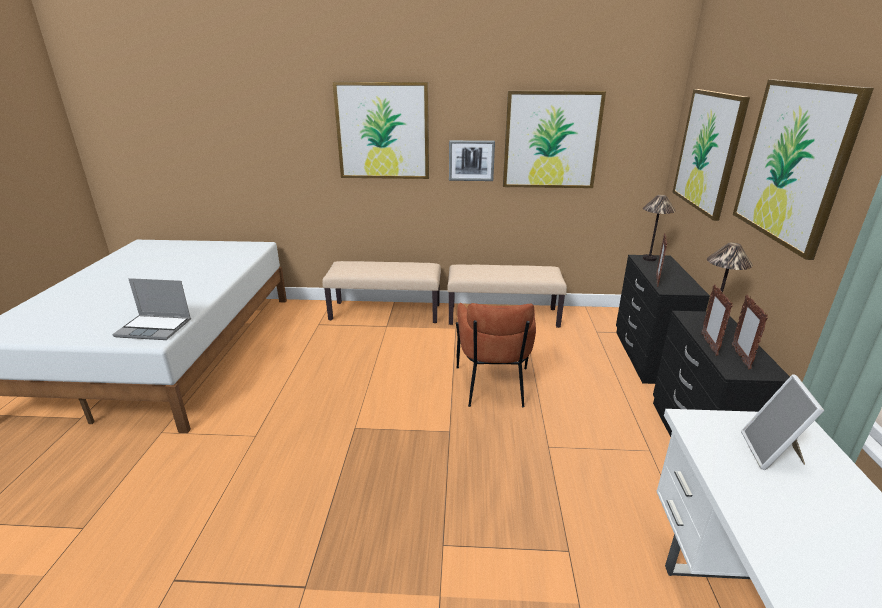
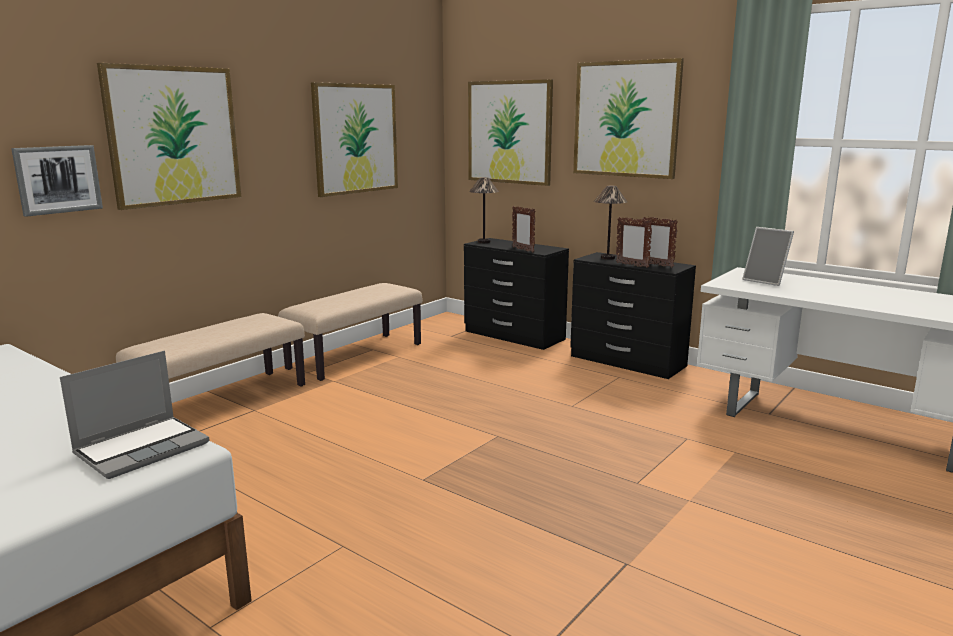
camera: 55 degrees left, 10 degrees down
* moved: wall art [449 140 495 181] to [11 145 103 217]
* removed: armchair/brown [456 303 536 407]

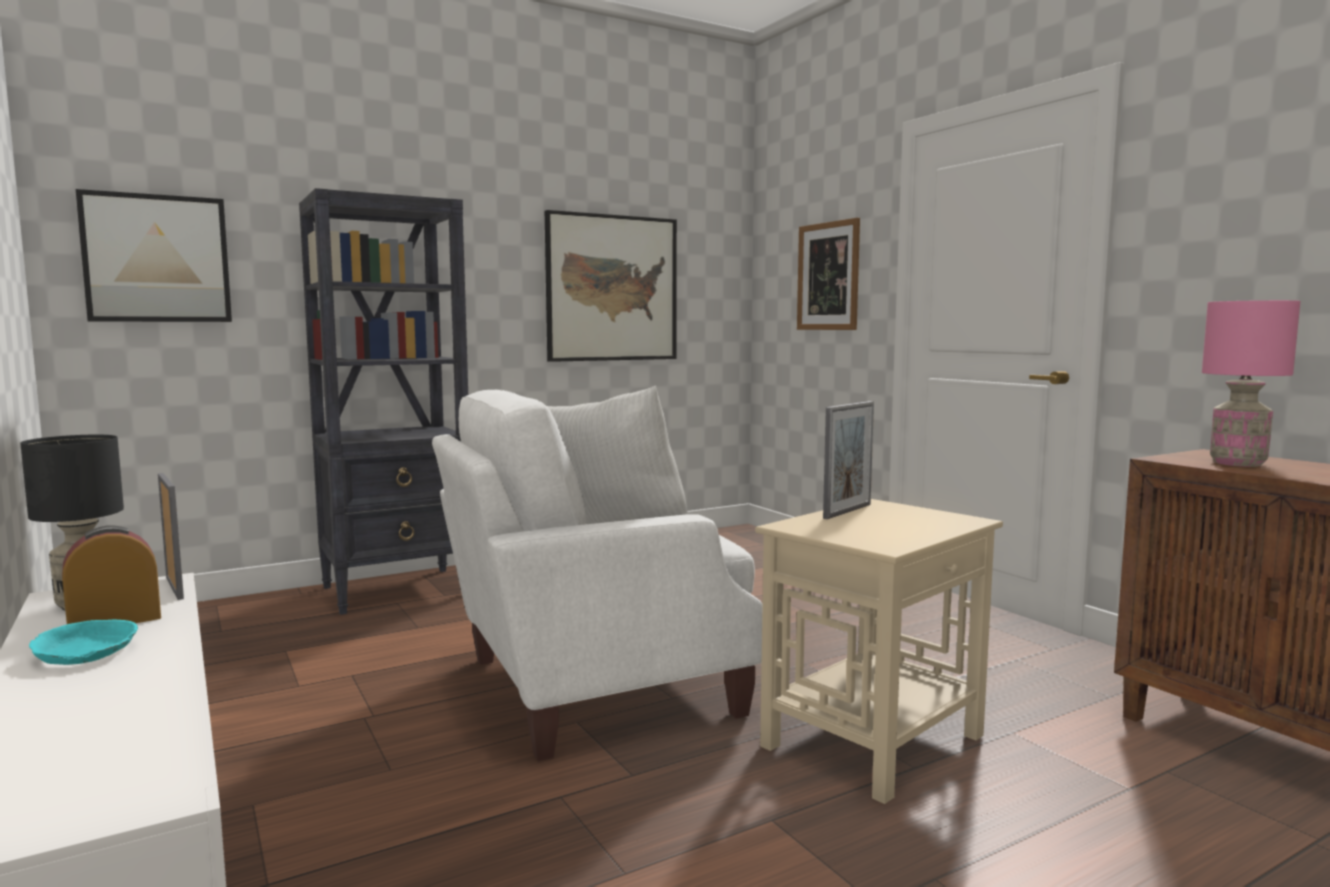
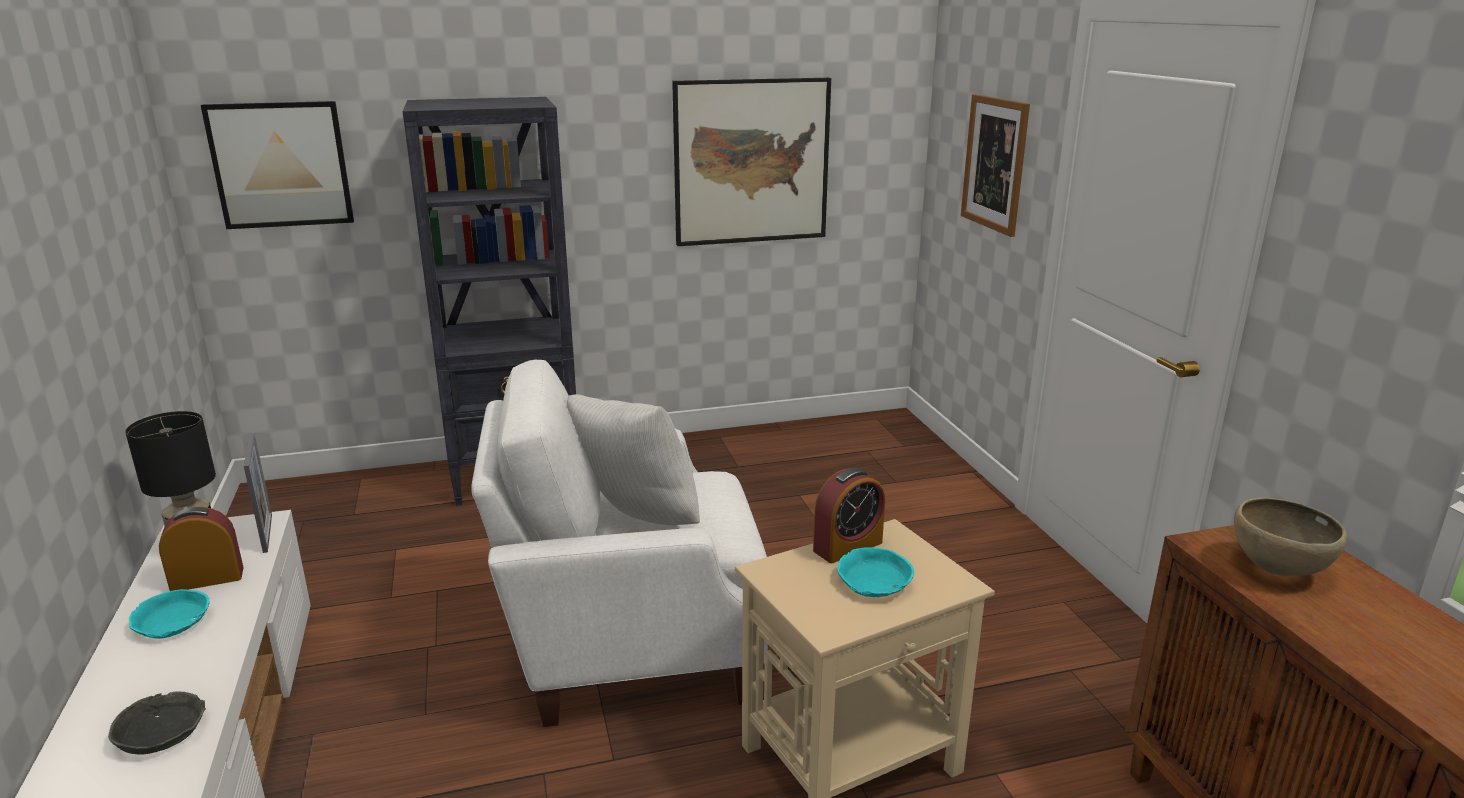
camera: 15 degrees right, 15 degrees up
* replaced: picture frame [823 401 874 519] to alarm clock [813 468 885 563]
* replaced: table lamp/pink-coloured [1202 300 1300 467] to deep dish/brown [1234 497 1347 577]
* added: deep dish/grey [108 691 206 754]
* added: deep dish/blue-green [837 547 914 597]

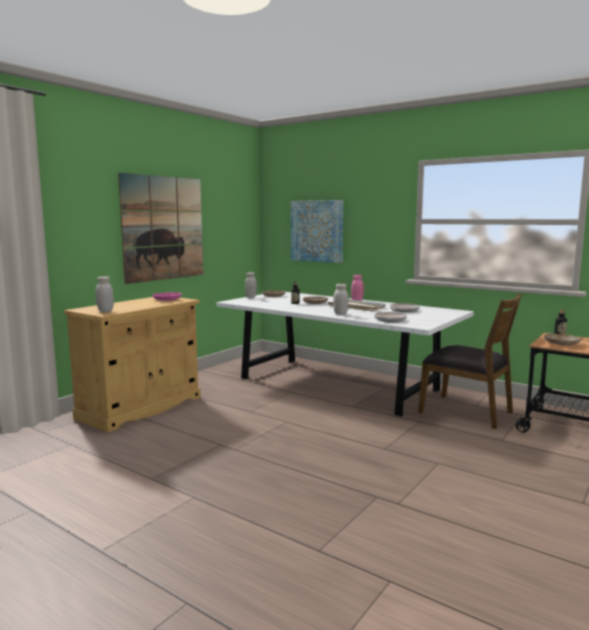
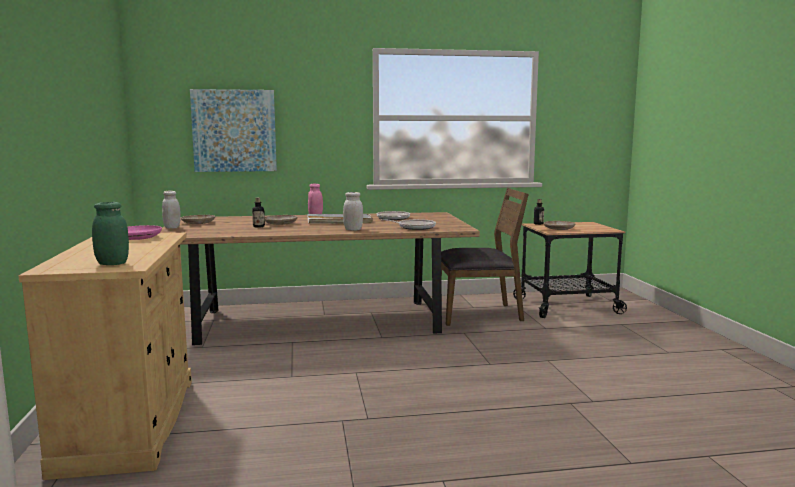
camera: 45 degrees left, 0 degrees up
* recoloured: storage jar/white-coloured [95 276 114 312] to storage jar/greenish [92 202 129 265]
* removed: wall art [118 173 203 284]
* recoloured: dining table/white-coloured [217 292 474 416] to dining table/brown [160 212 480 345]

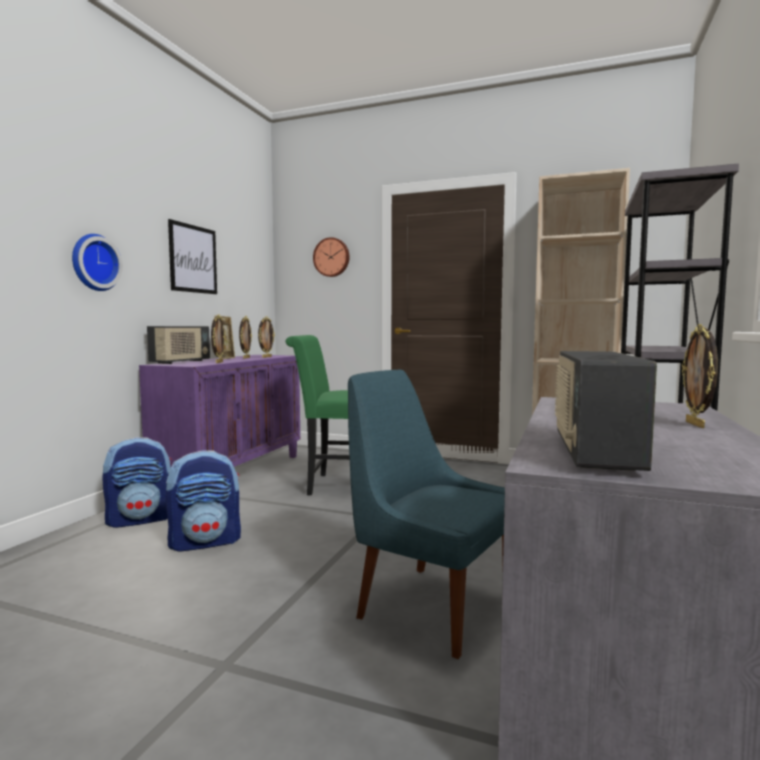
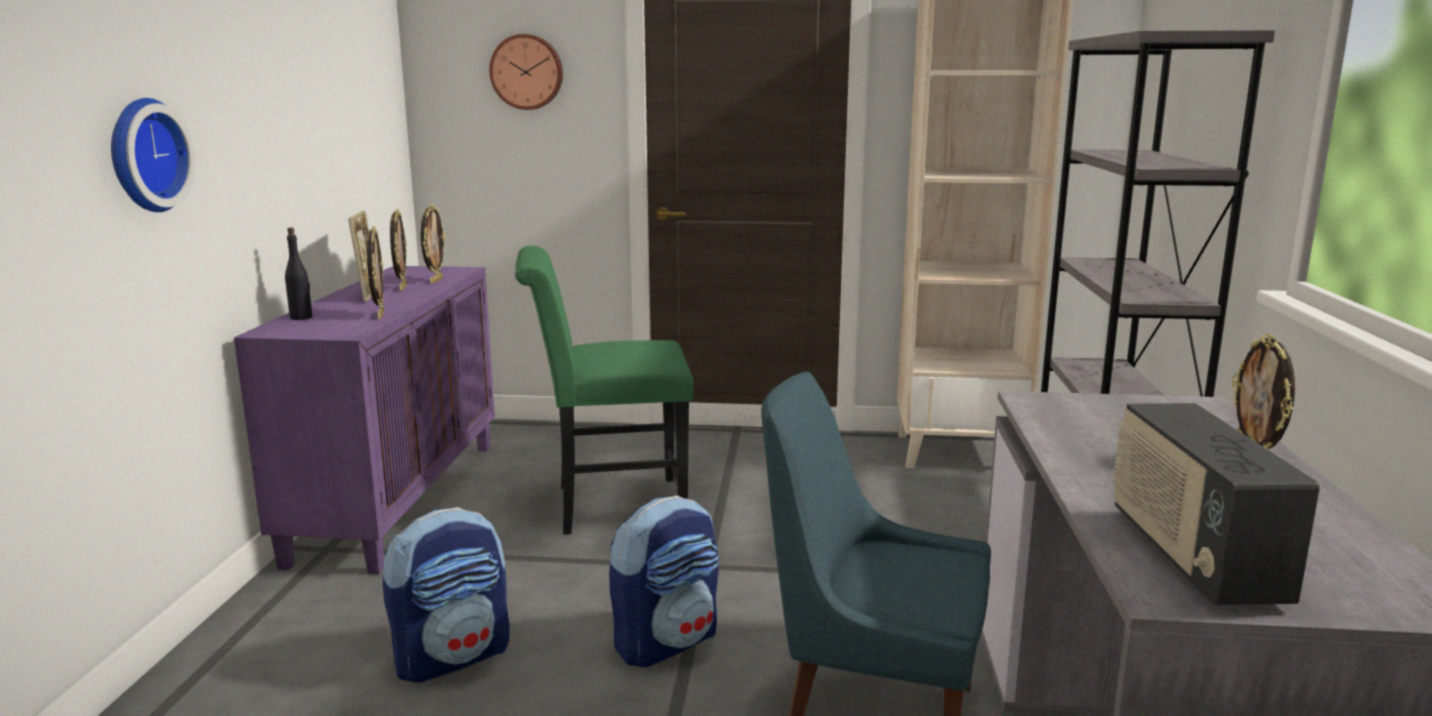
camera: 15 degrees left, 10 degrees up
* moved: rucksack [102 437 172 528] to [609 495 719 667]
* replaced: radio set [147 326 210 364] to bottle/black-coloured [285 227 312 320]
* removed: wall art [168 219 217 294]

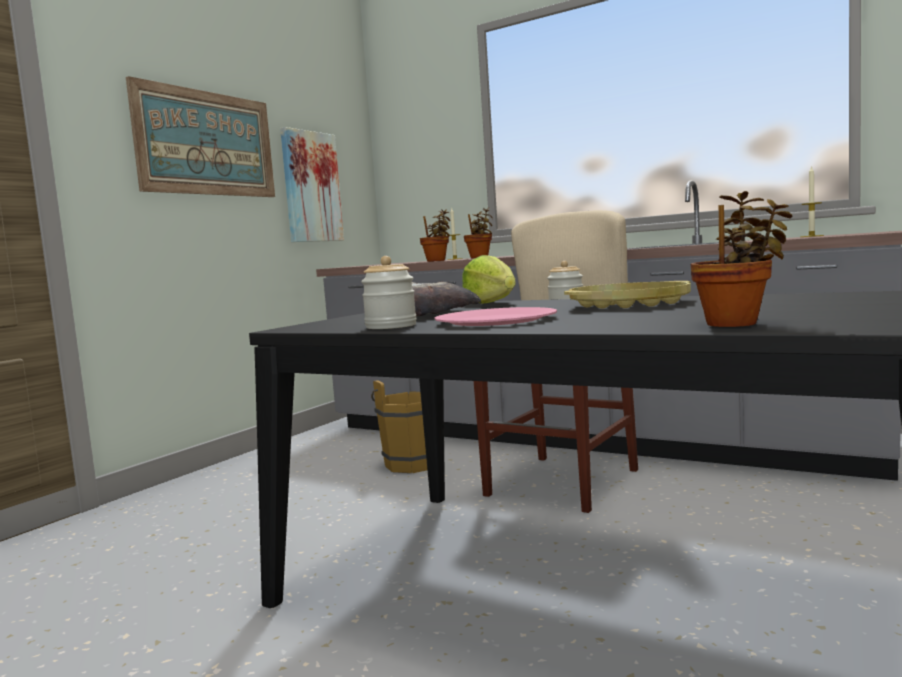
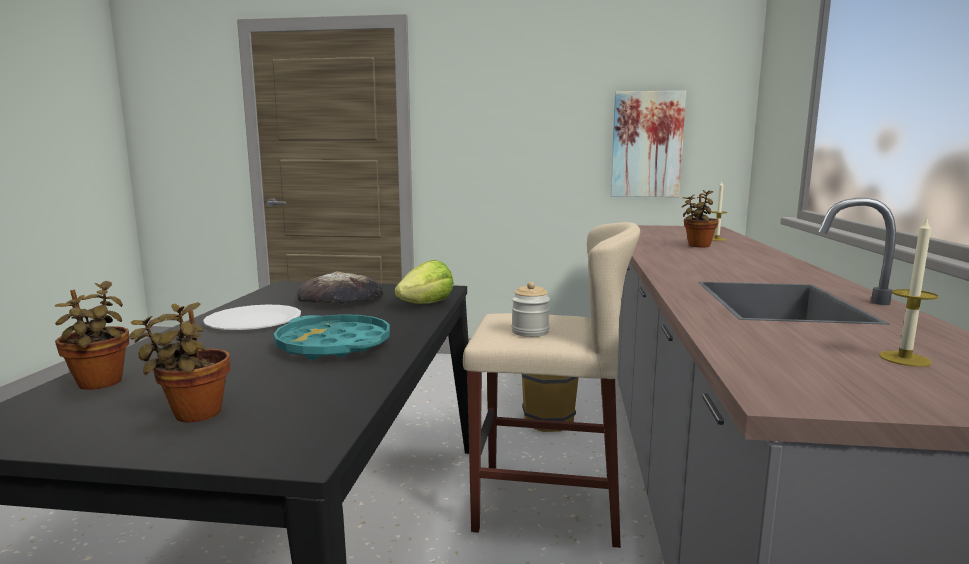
camera: 65 degrees right, 5 degrees up
* removed: wall art [126 76 275 197]
* removed: storage jar [361 256 417 329]
* moved: plant in a pot [420 209 450 262] to [129 302 230 422]
* recoloured: plate/pink-coloured [434 307 557 326] to plate/white-coloured [203 305 301 330]
* recoloured: carrying tray/yellowish [564 281 691 309] to carrying tray/blue-green [274 314 390 360]

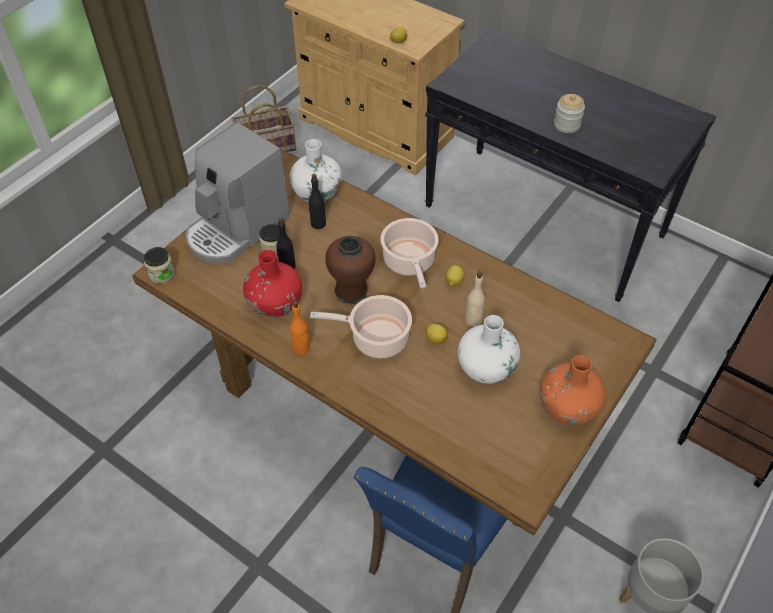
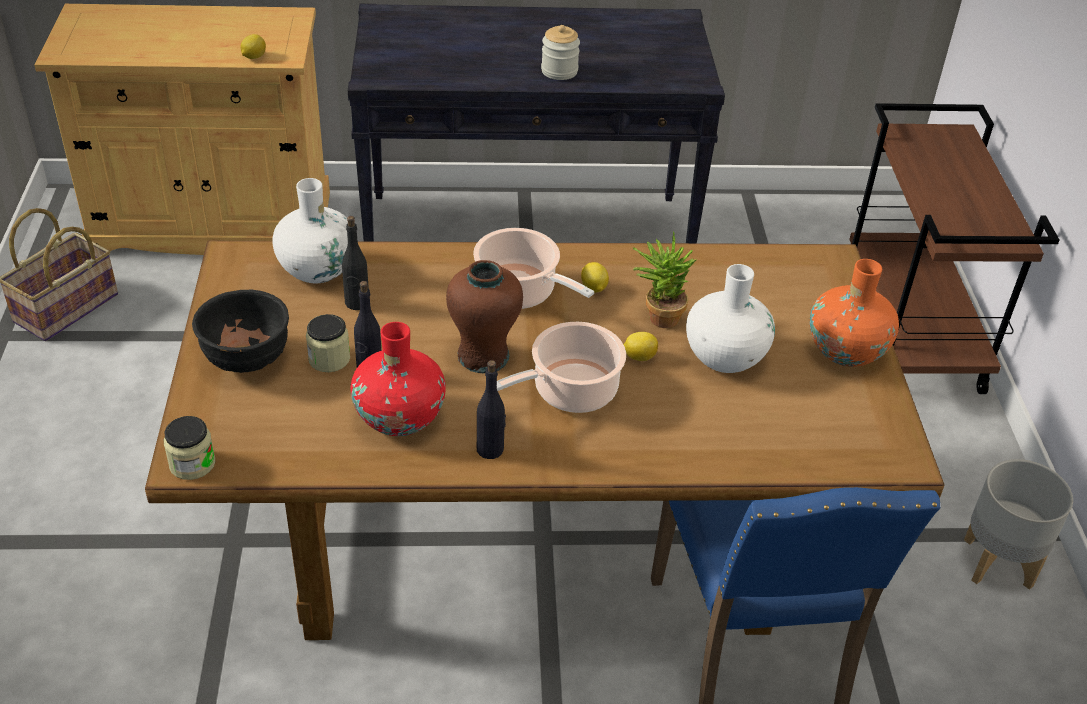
camera: 40 degrees left, 10 degrees down
* replaced: coffee machine [186 122 290 264] to deep dish/black-coloured [192 290 289 373]
* recoloured: bottle/orangey [290 300 310 355] to bottle/black-coloured [477 360 506 459]
* replaced: bottle/sand-coloured [465 271 485 326] to plant in a pot [633 231 697 328]

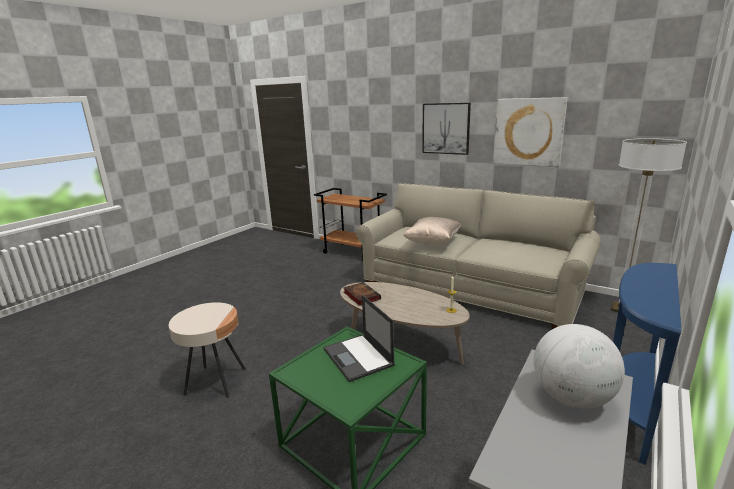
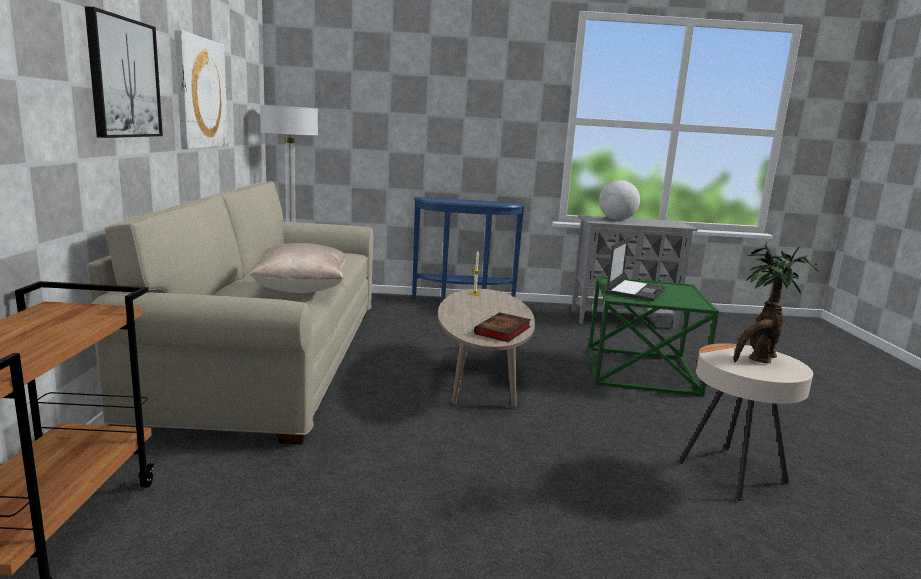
camera: 125 degrees left, 5 degrees down
* added: plant in a pot [733 242 818 364]

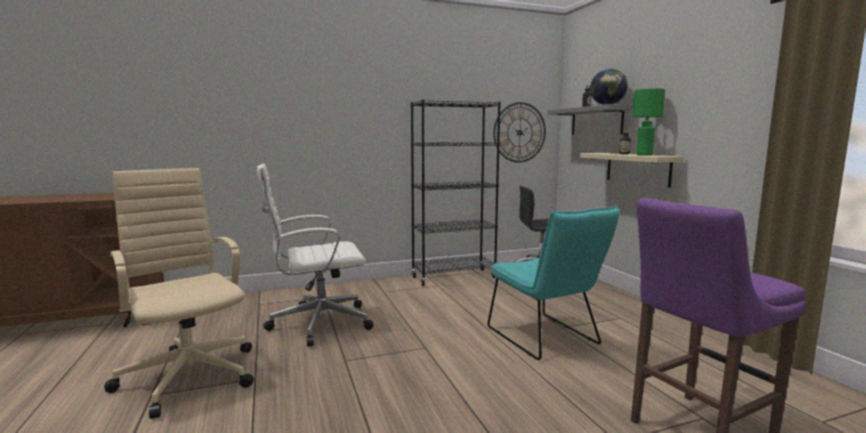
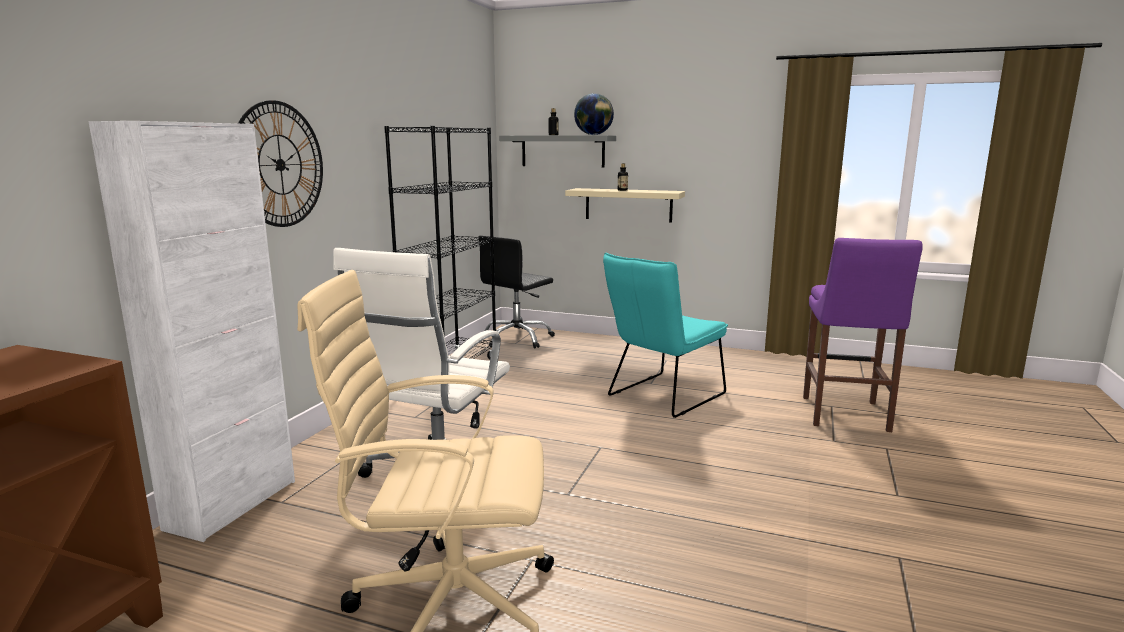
camera: 50 degrees left, 5 degrees up
* turned: plain chair/blue-green [488 206 620 360] = [603 253 728 418] 120 degrees clockwise
* moved: clock on the wall [493 102 546 163] to [238 100 323 227]
* removed: table lamp/greenish [632 89 665 155]
* added: cabinet/white-coloured [89 121 295 542]

